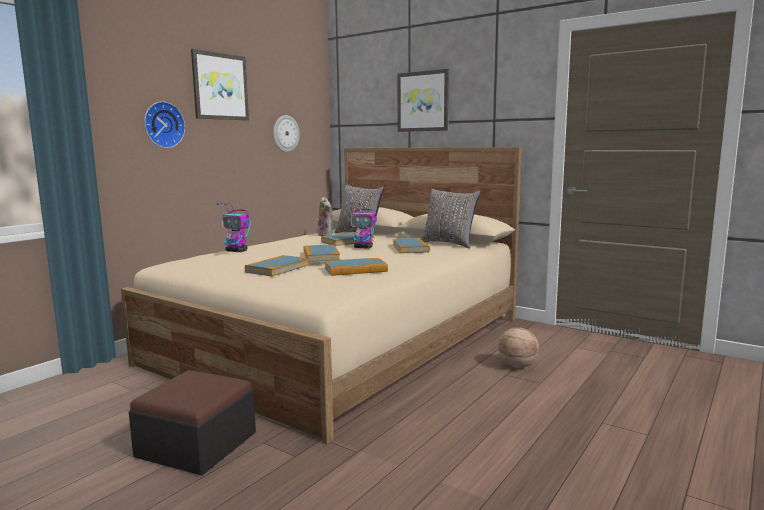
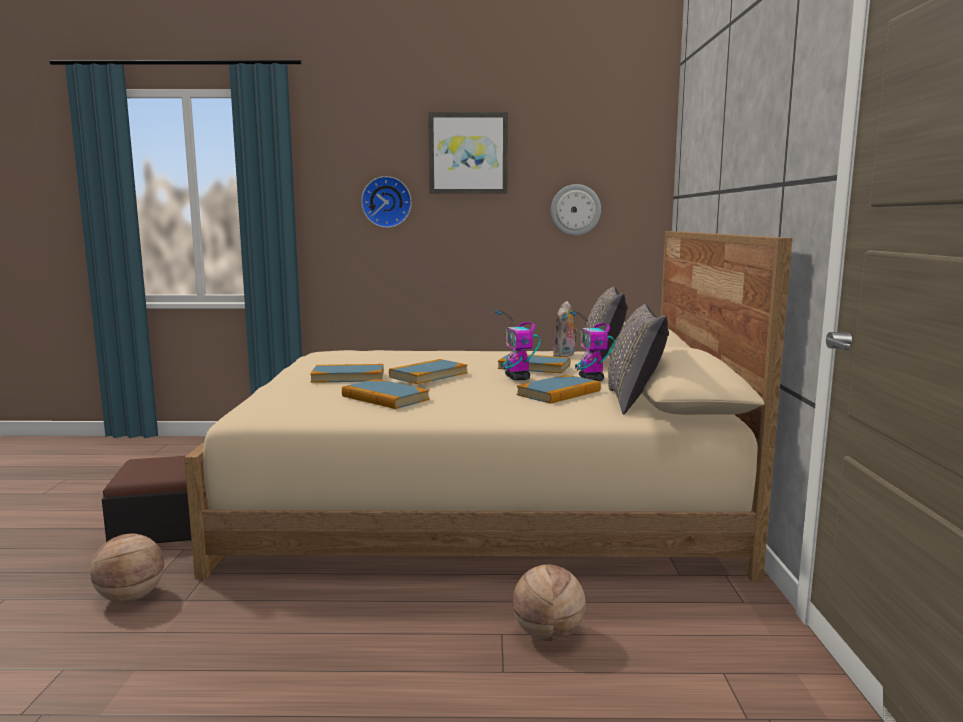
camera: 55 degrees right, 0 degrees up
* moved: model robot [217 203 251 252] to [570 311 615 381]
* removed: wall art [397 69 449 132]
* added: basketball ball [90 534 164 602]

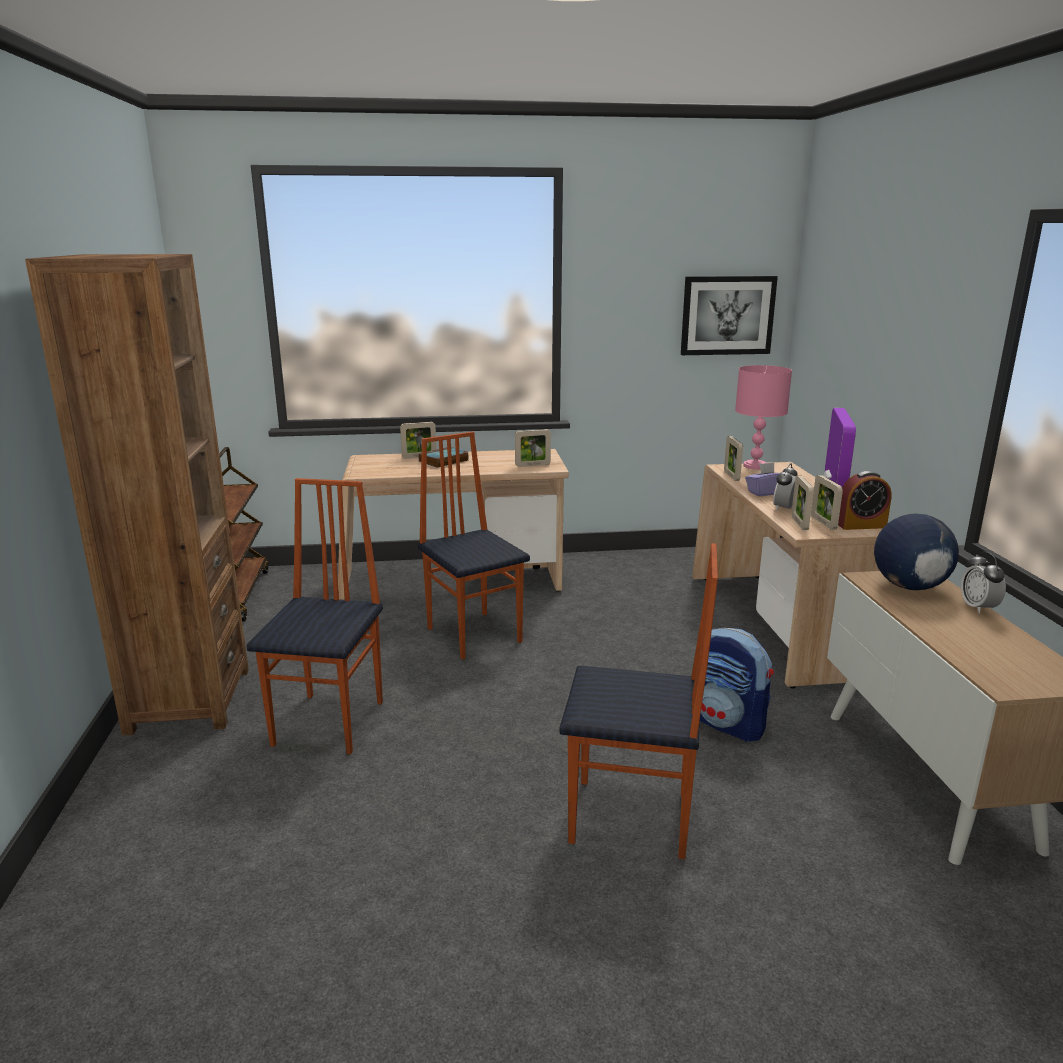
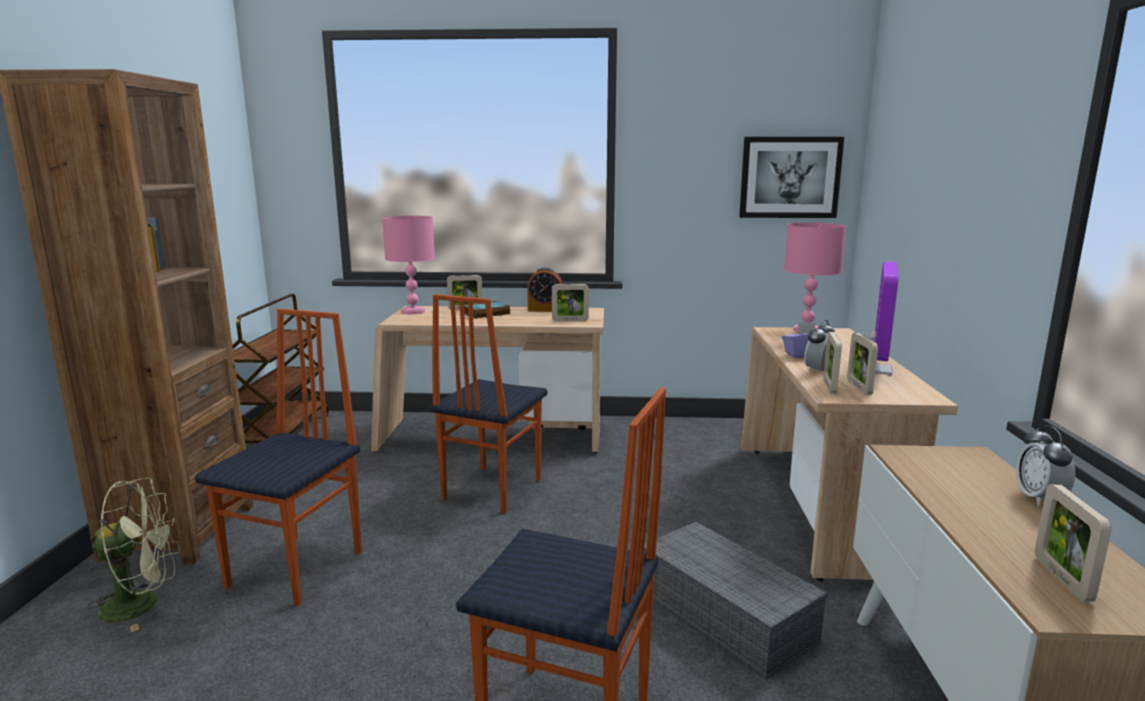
camera: 10 degrees right, 5 degrees down
* turned: plain chair [418 431 530 660] = [431 294 547 514] 135 degrees counterclockwise
* replaced: rucksack [700 628 774 742] to storage box/grey [644 522 828 680]
* moved: picture frame [724 436 743 481] to [1035 484 1112 602]
* moved: alarm clock [838 471 892 530] to [527 267 563 312]
* removed: desk globe [874 514 959 590]
* added: cooling fan/greenish [88 478 180 632]
* added: table lamp/pink-coloured [382 216 435 314]

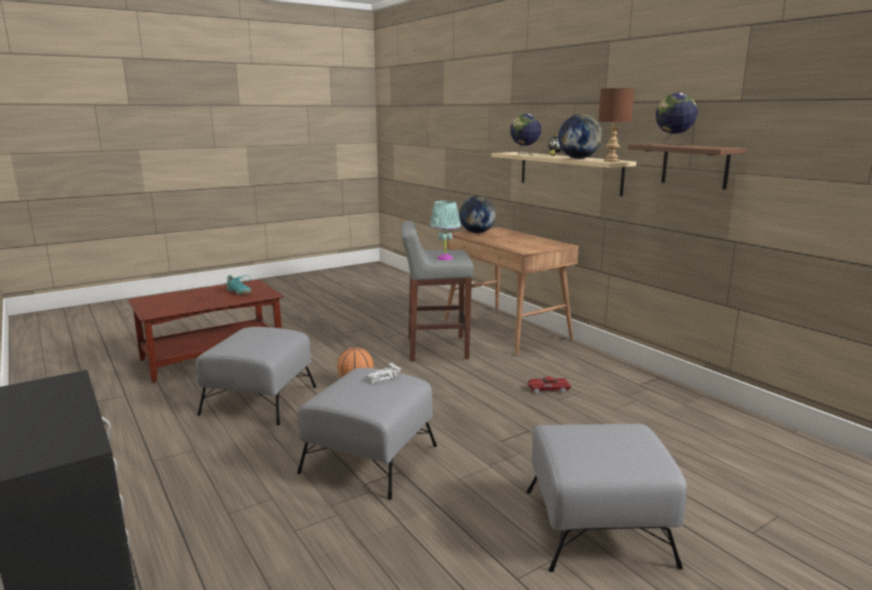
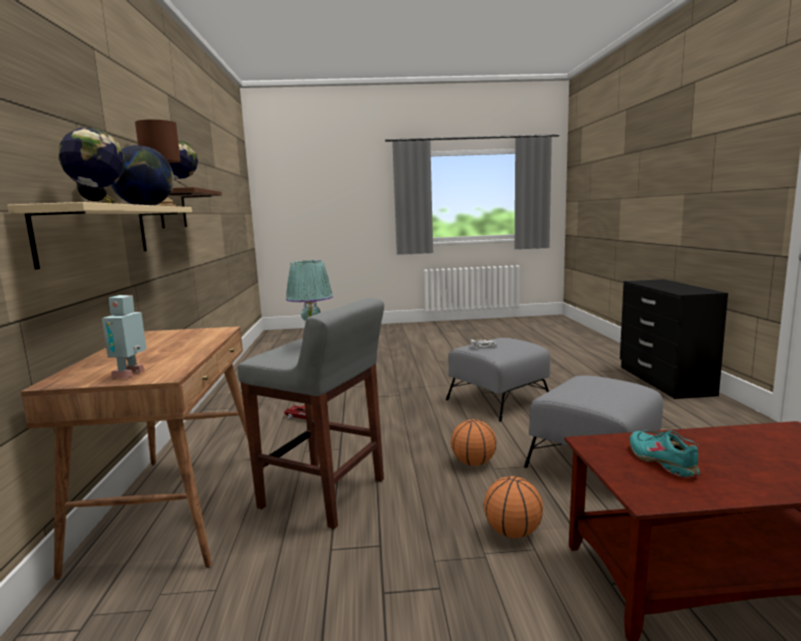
camera: 150 degrees left, 5 degrees down
* replaced: desk globe [459 196 496 233] to model robot [102 295 147 378]
* removed: ottoman/grey [526 424 687 572]
* added: basketball ball [484 476 543 538]

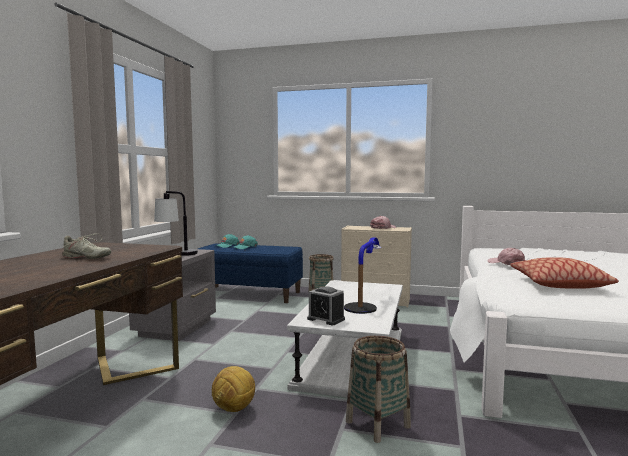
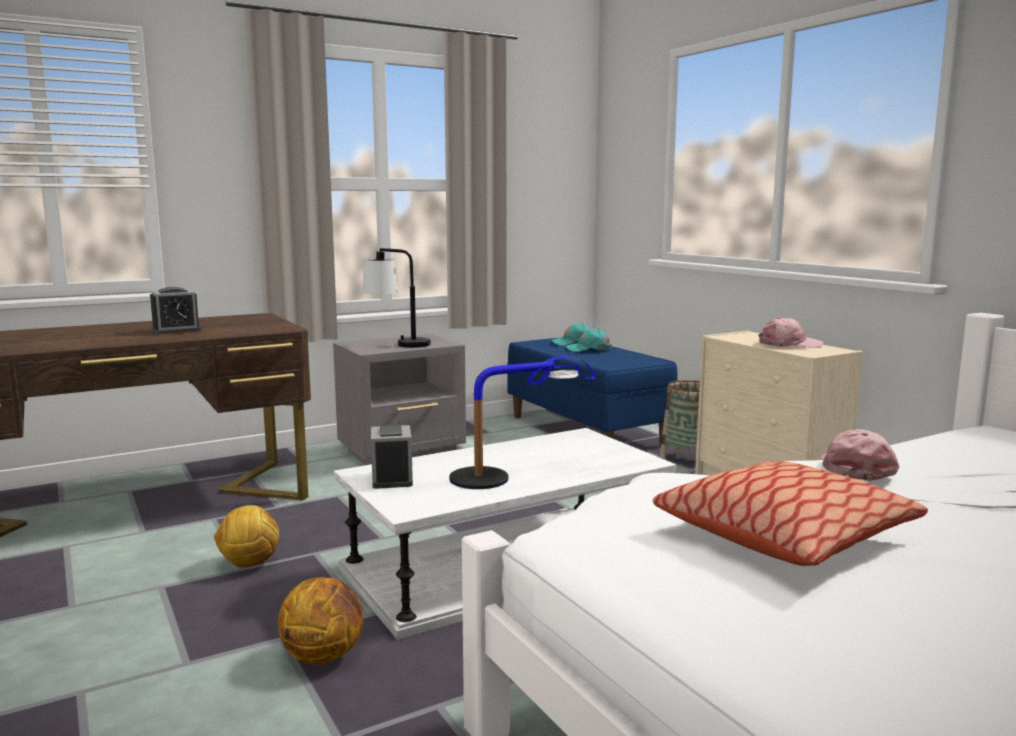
camera: 45 degrees right, 5 degrees up
* replaced: shoe/sand-coloured [62 233 111 259] to alarm clock [150 287 202 335]
* replaced: storage basket [346 336 411 443] to basketball ball [278 577 363 665]

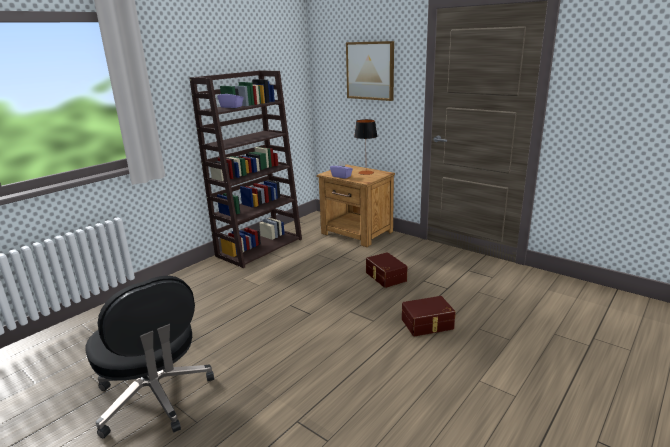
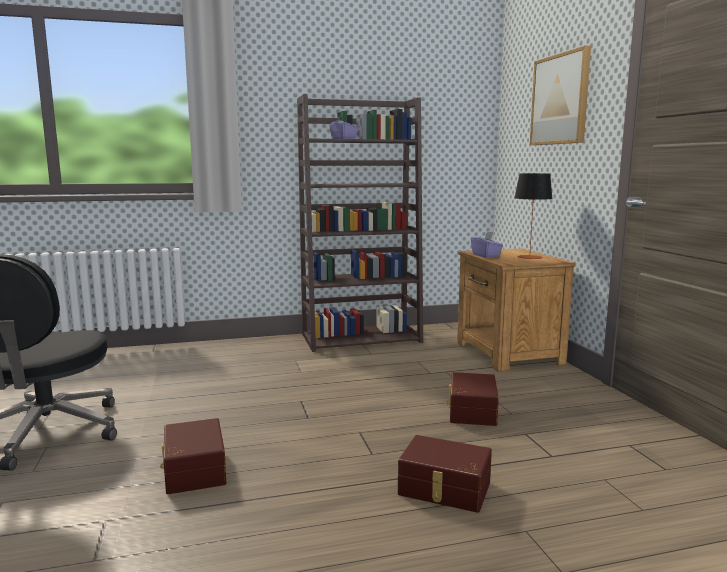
camera: 35 degrees right, 10 degrees down
* added: storage box/brown [160 418 226 494]

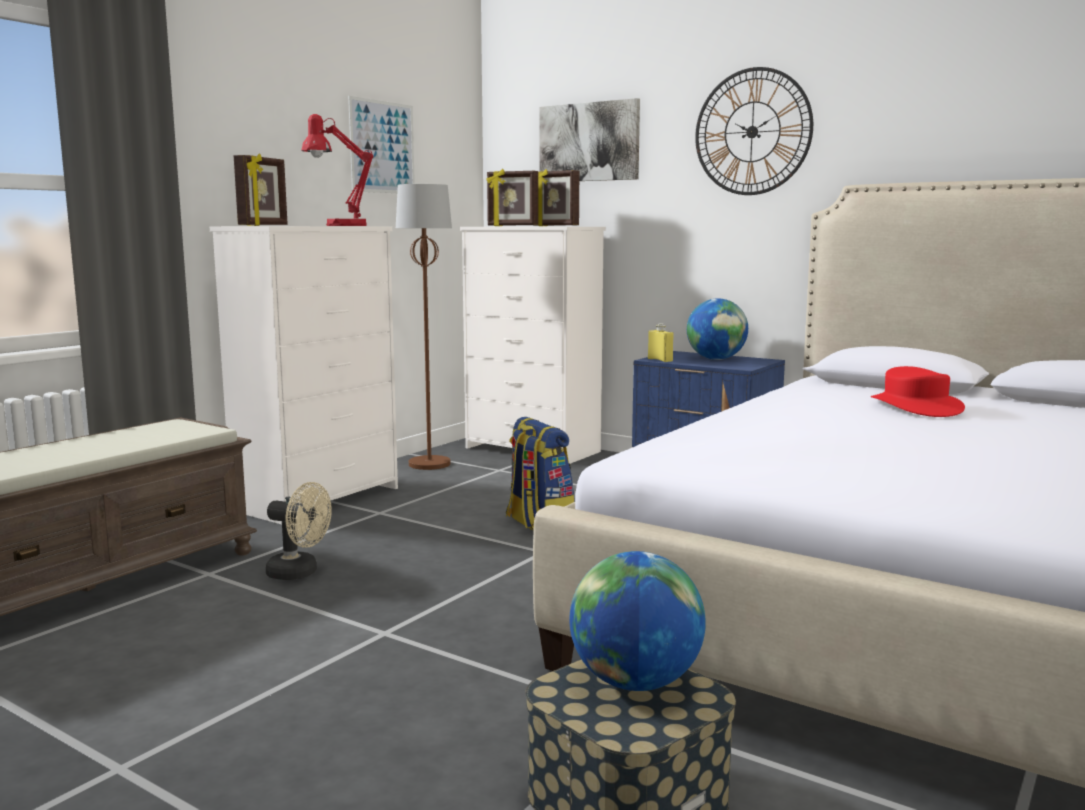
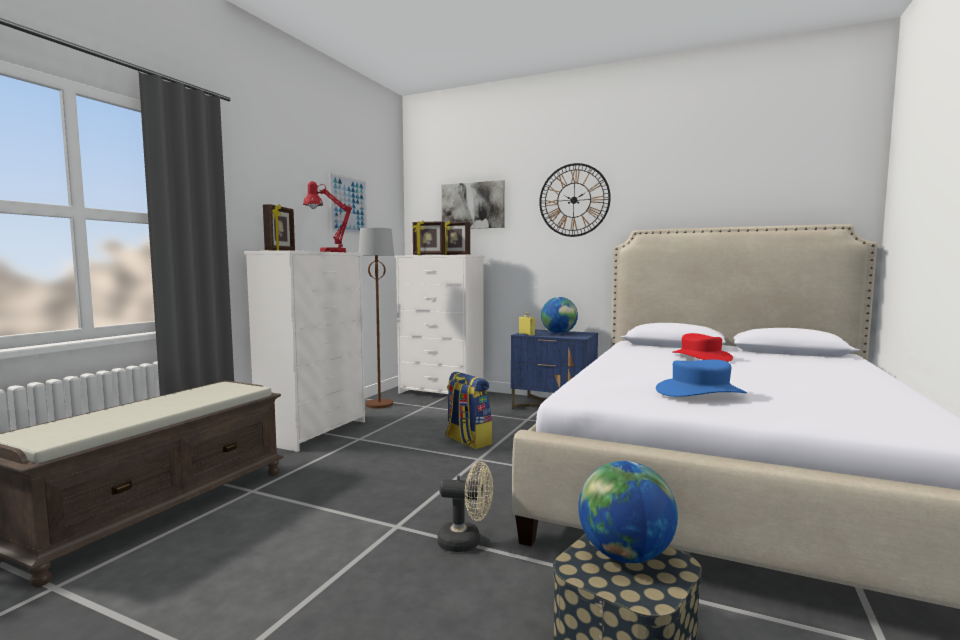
camera: 10 degrees left, 5 degrees down
* moved: cooling fan/sand-coloured [266 482 332 580] to [437 461 493 552]
* added: hat/blue-coloured [656 360 747 397]

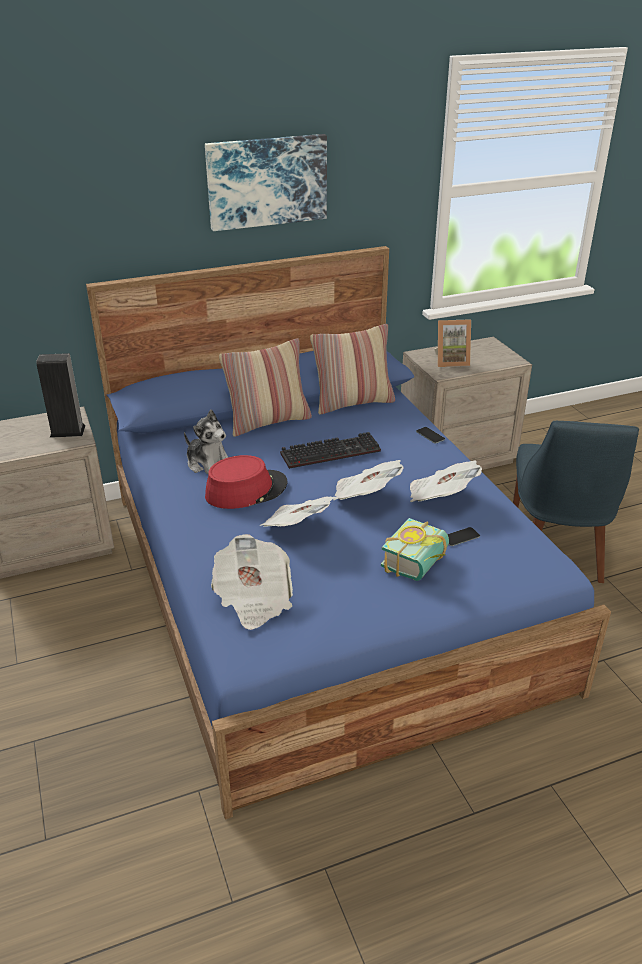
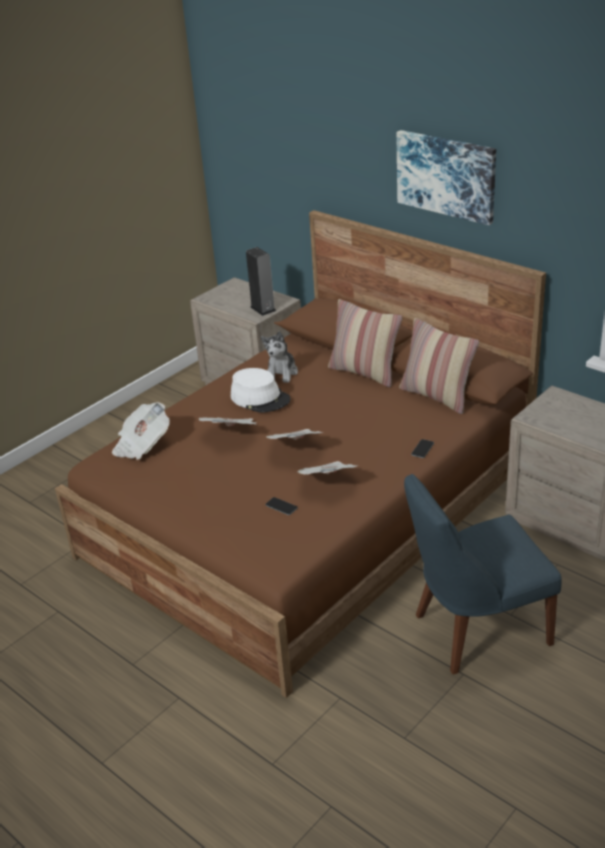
camera: 65 degrees right, 0 degrees up
* recoloured: bed/blue-coloured [86 246 611 819] to bed/brown [55 210 546 698]
* recoloured: hat/reddish [205 455 287 509] to hat/white-coloured [231 368 291 413]
* removed: PC keyboard [280 432 381 469]
* removed: bound book [381 518 449 581]
* removed: picture frame [434 319 471 367]

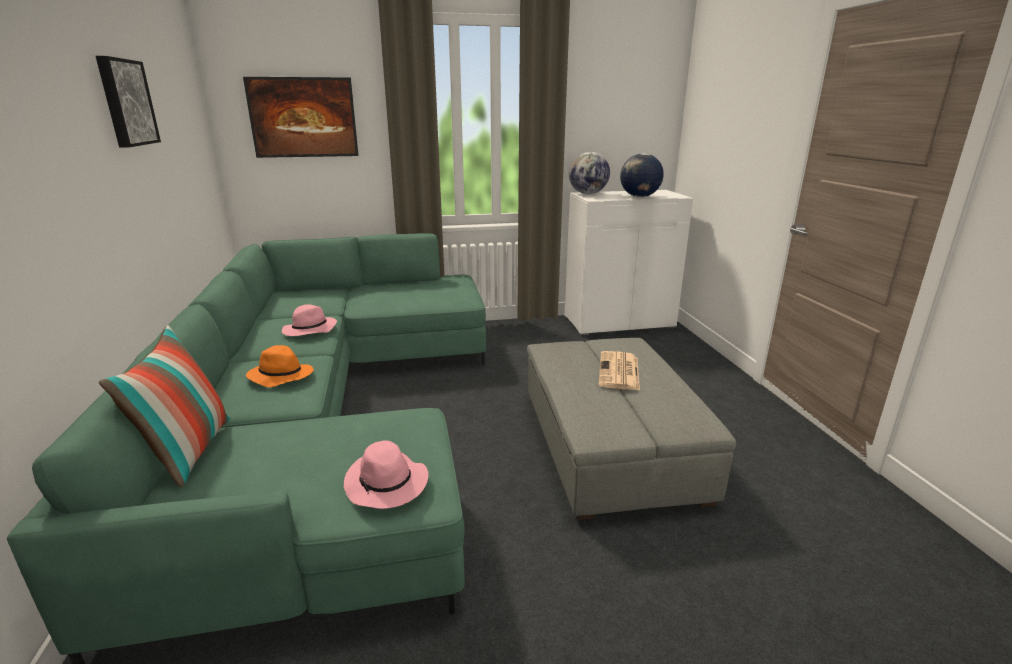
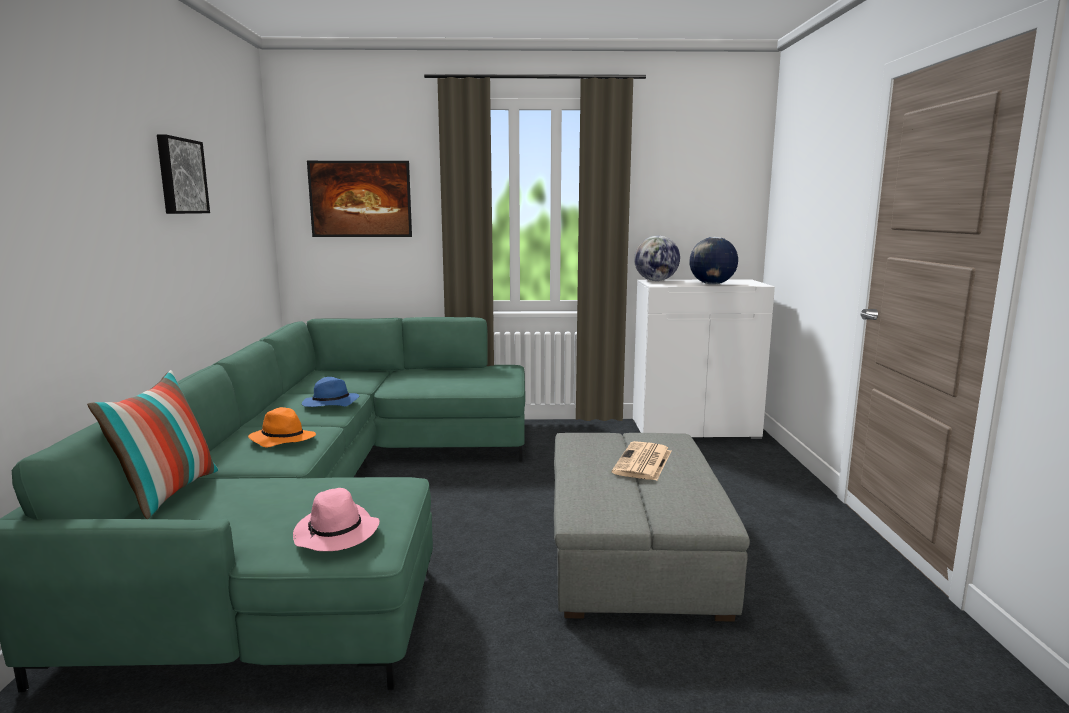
camera: 10 degrees right, 10 degrees down
* recoloured: hat/pink-coloured [282 304 337 336] to hat/blue-coloured [302 377 359 407]

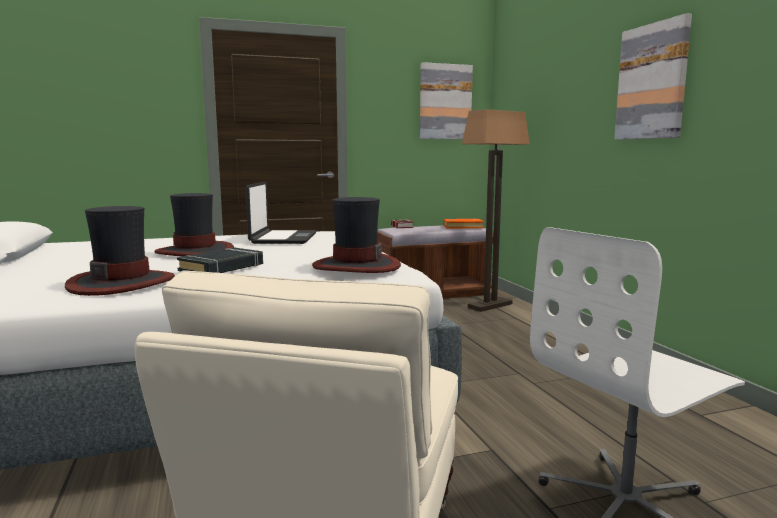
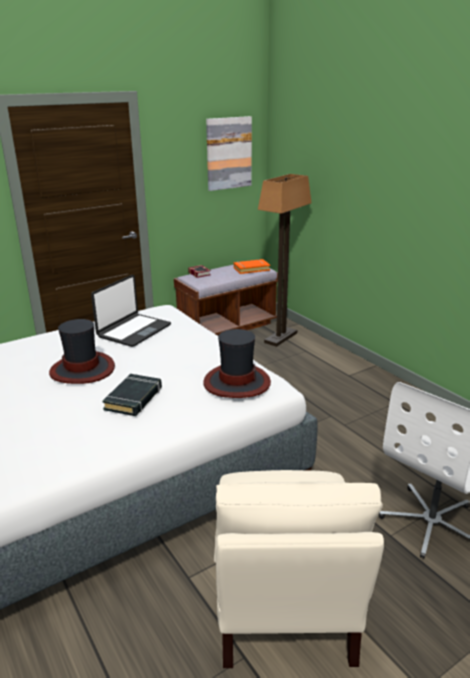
camera: 15 degrees left, 15 degrees up
* removed: hat [65 206 175 296]
* turned: laptop [246 181 316 244] = [91 275 171 347] 45 degrees clockwise
* removed: wall art [614 13 692 140]

